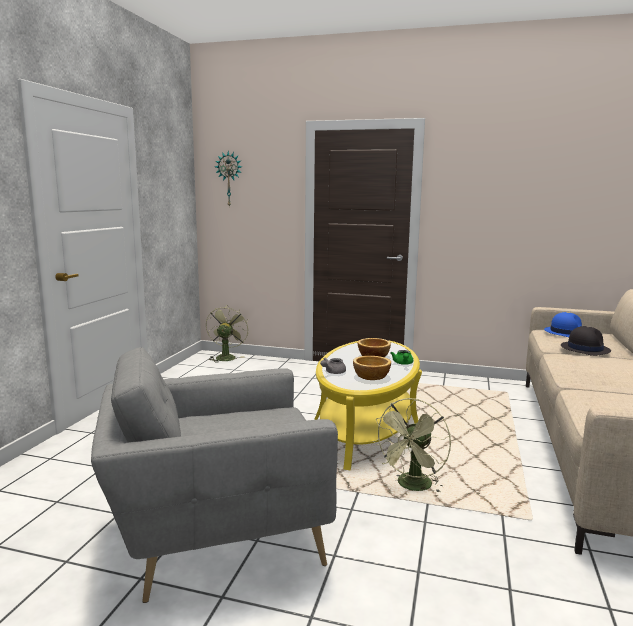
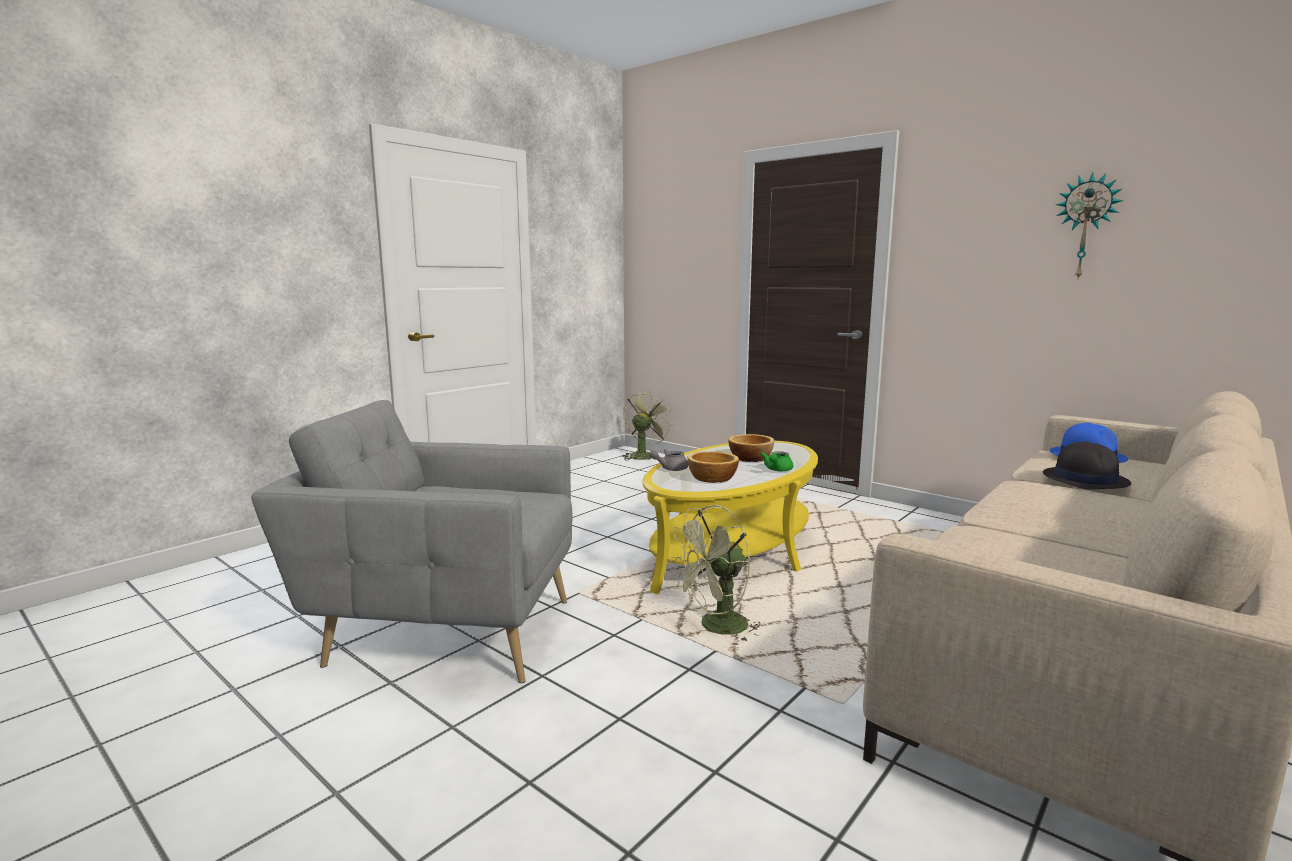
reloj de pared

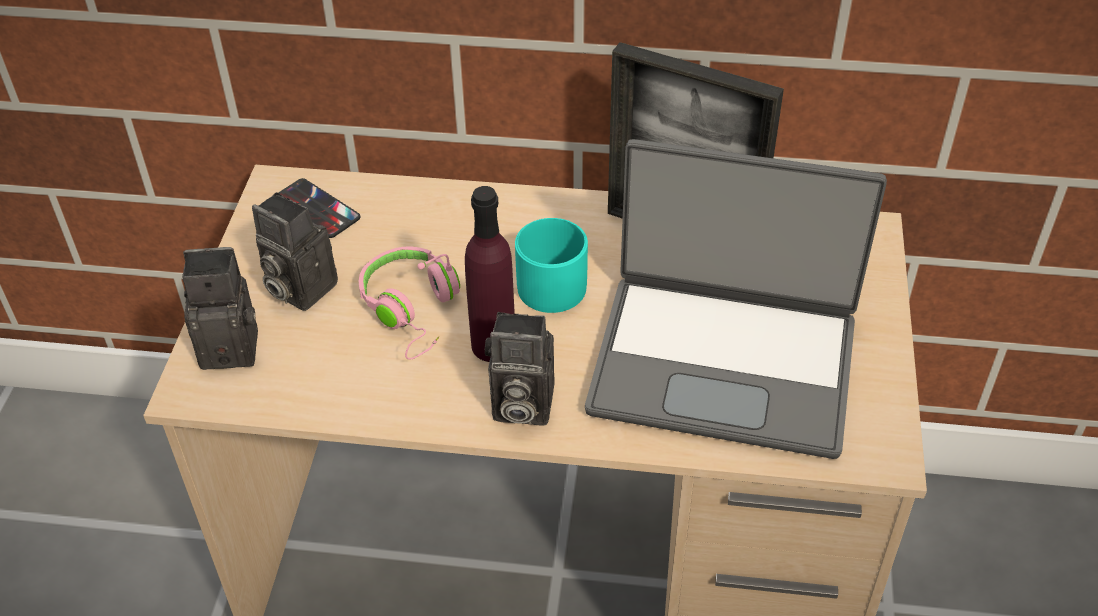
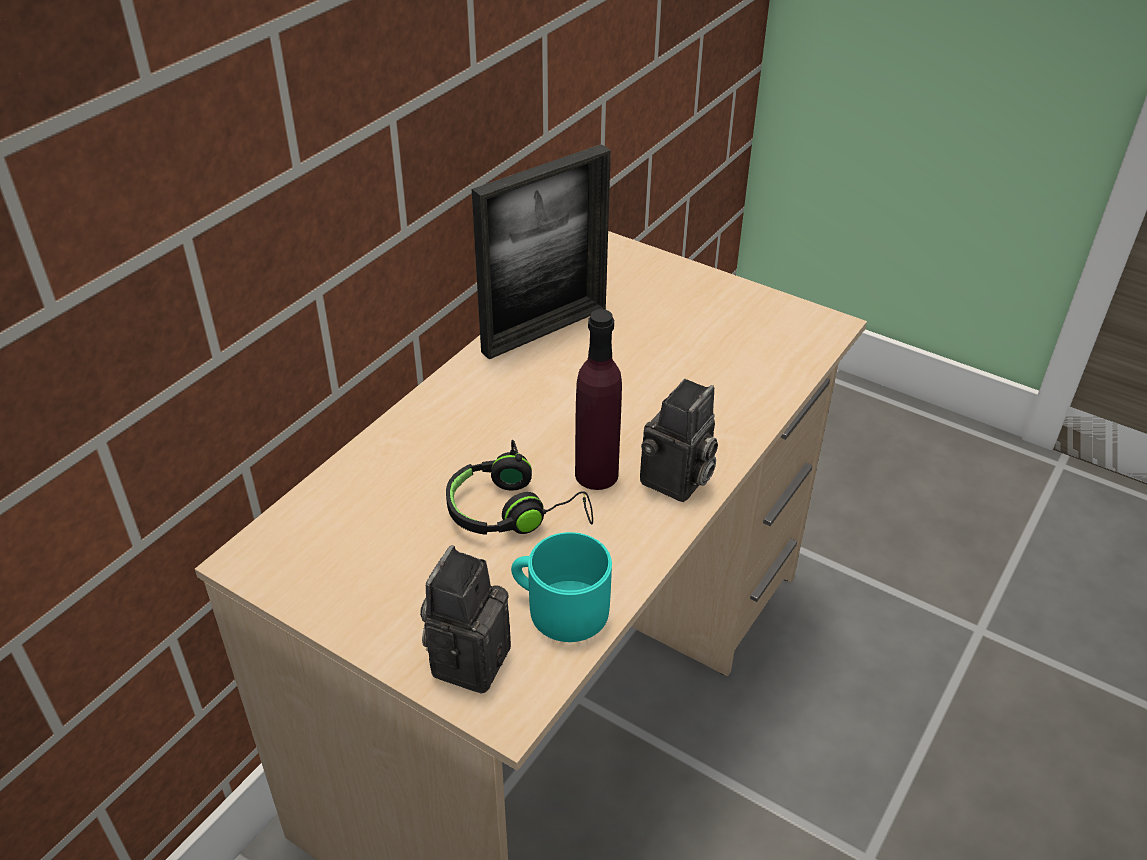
portátil
móvil
cámara (no. 2 from left in the first image)
taza grande (turquesa)
auriculares (negro)

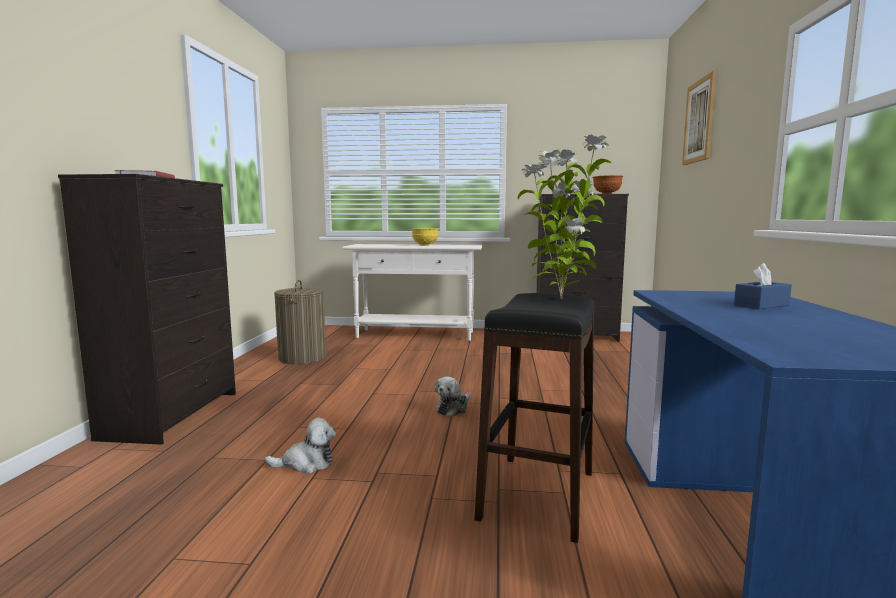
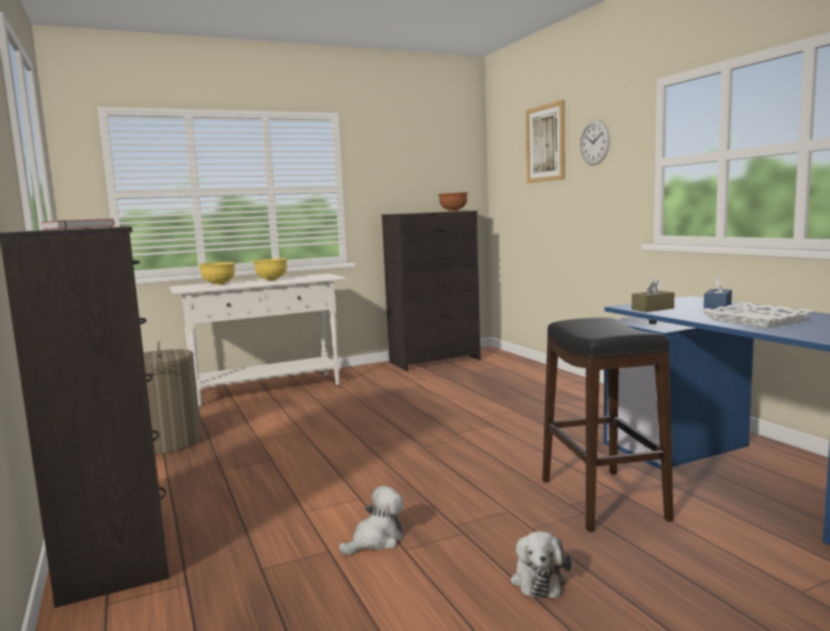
planta en maceta
peluche (no. 2 from left)
reloj de pared
cuenco (amarillo) (no. 1 from left)
caja de pañuelos (marrón)
bandeja (blanco)

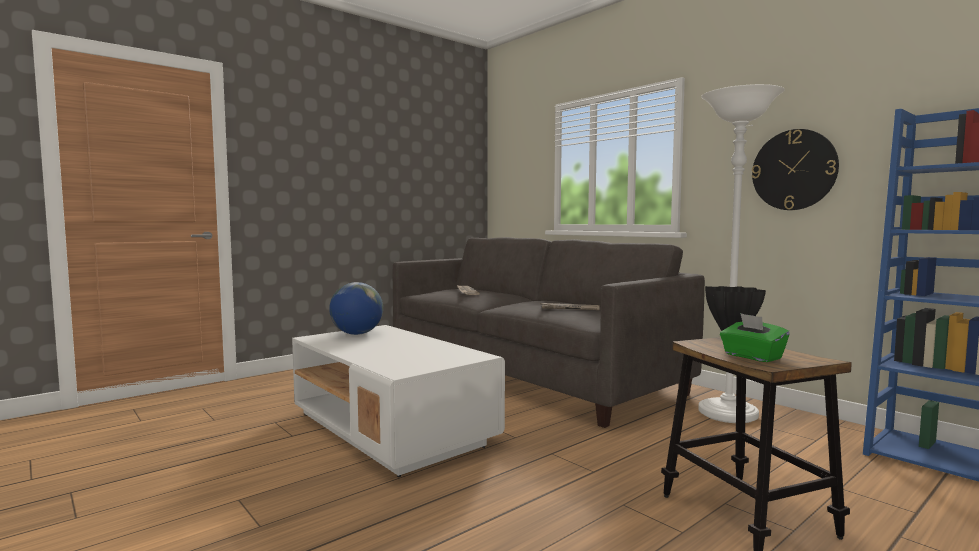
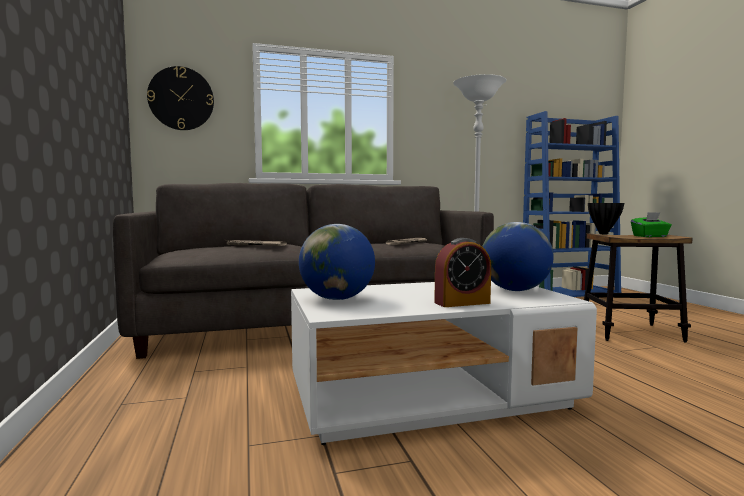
reloj de pared
globo terráqueo (no. 2 from left)
despertador

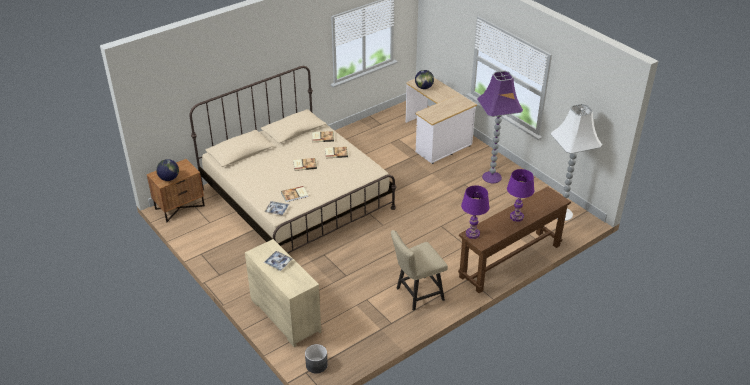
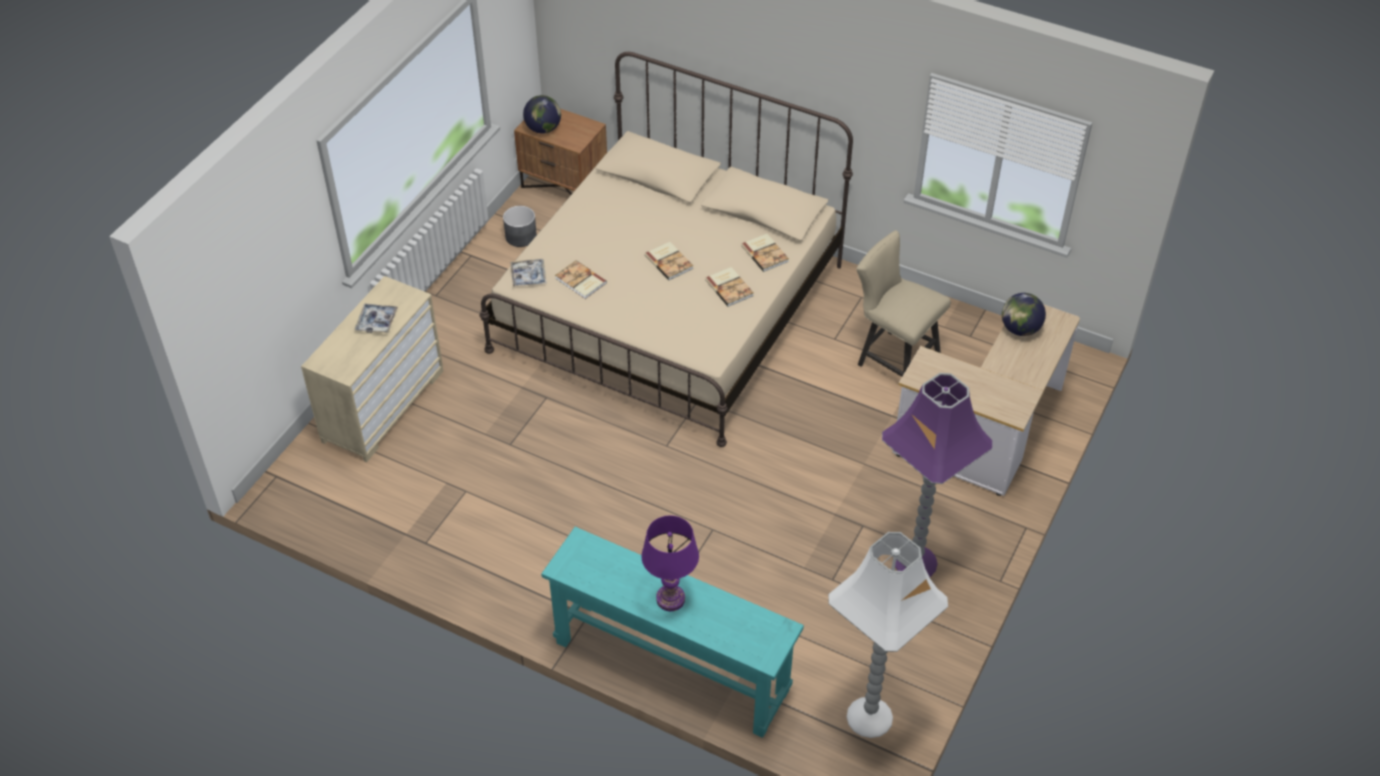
lámpara de mesa (morado) (no. 1 from left in the first image)
mesa consola (turquesa)
silla (beis)
maceta (gris)

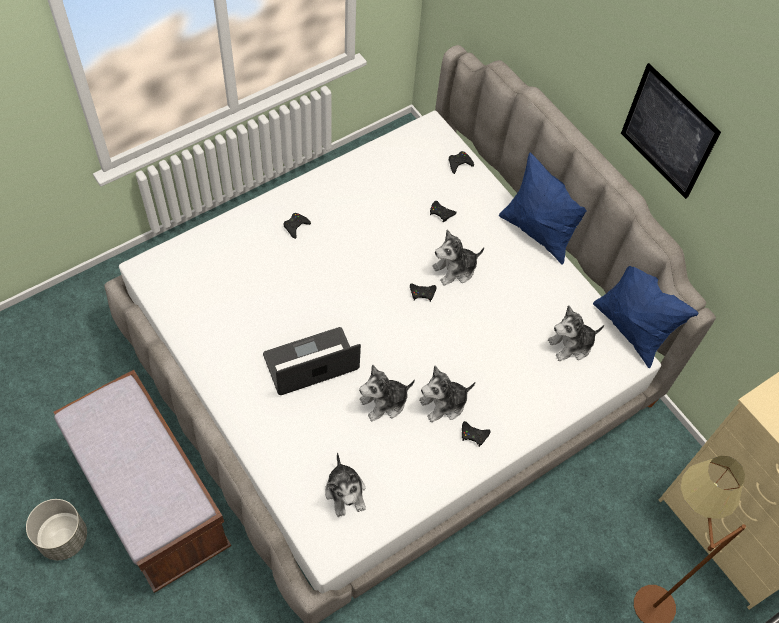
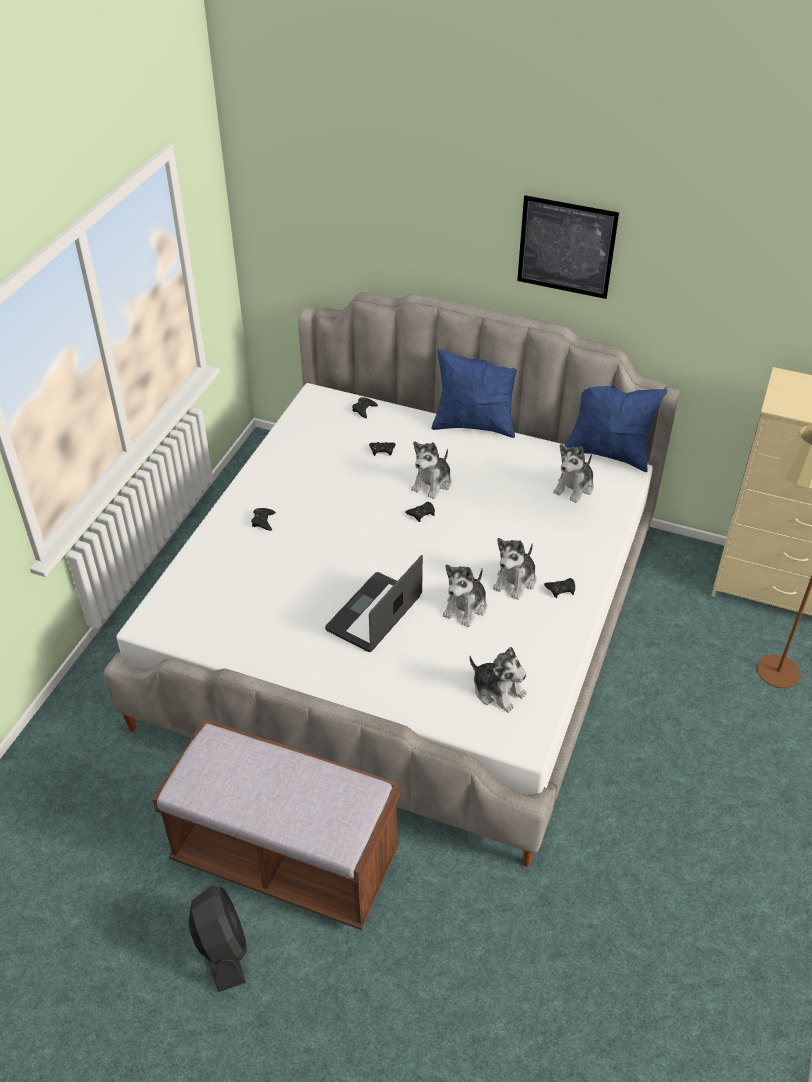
ventilador (negro)

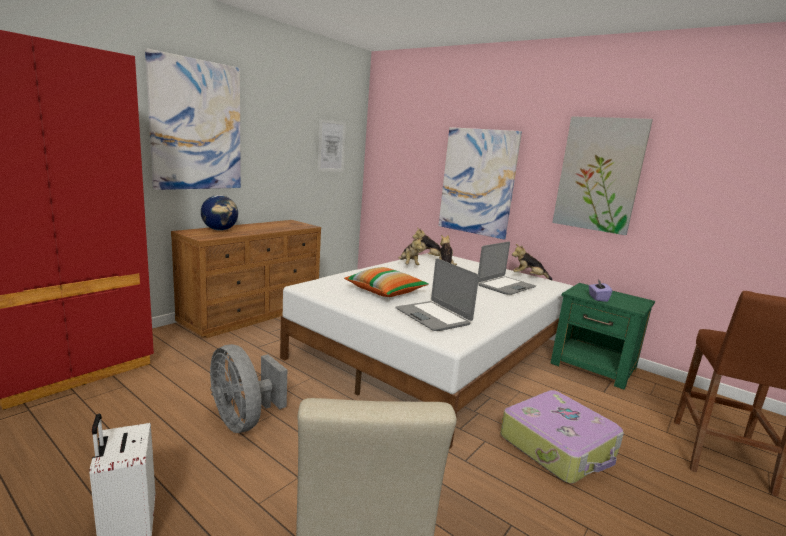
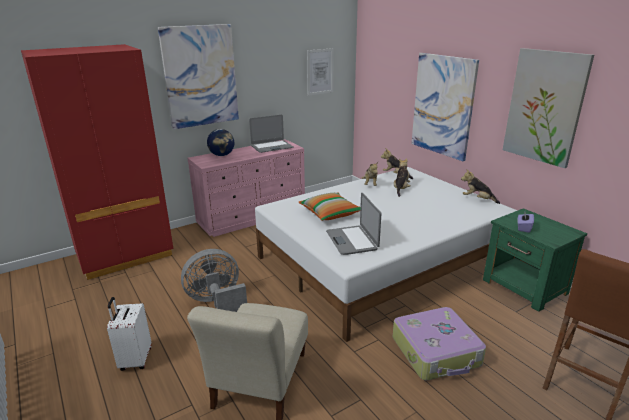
cómoda (rosa)
portátil (no. 1 from left)
ventilador (gris)

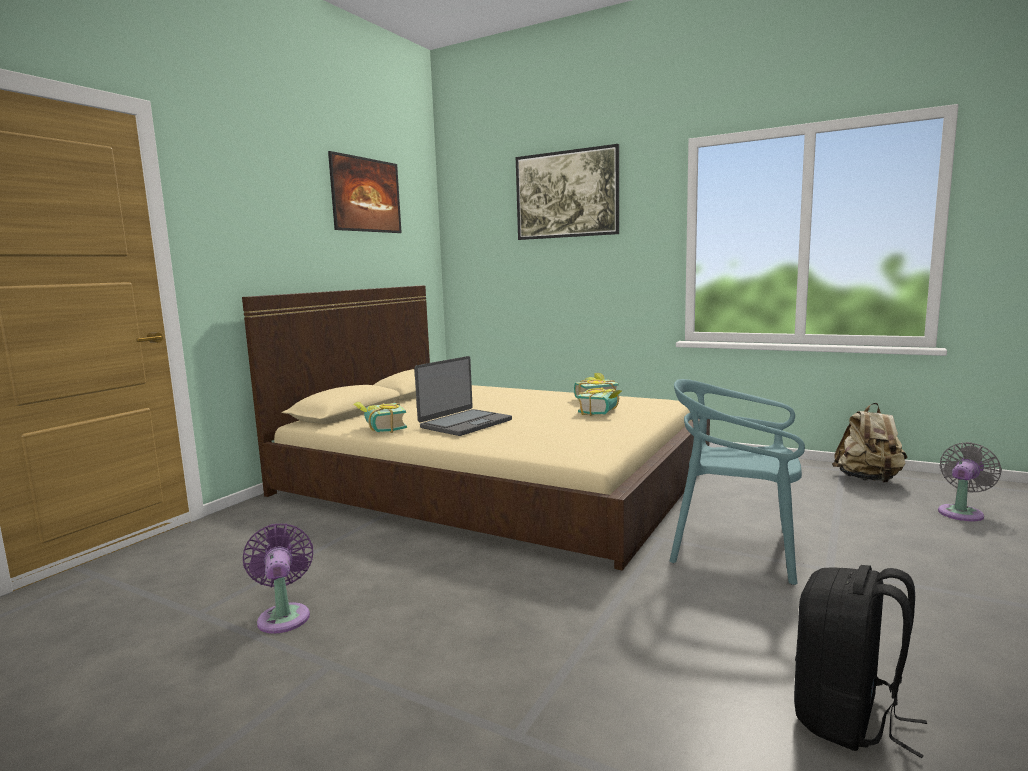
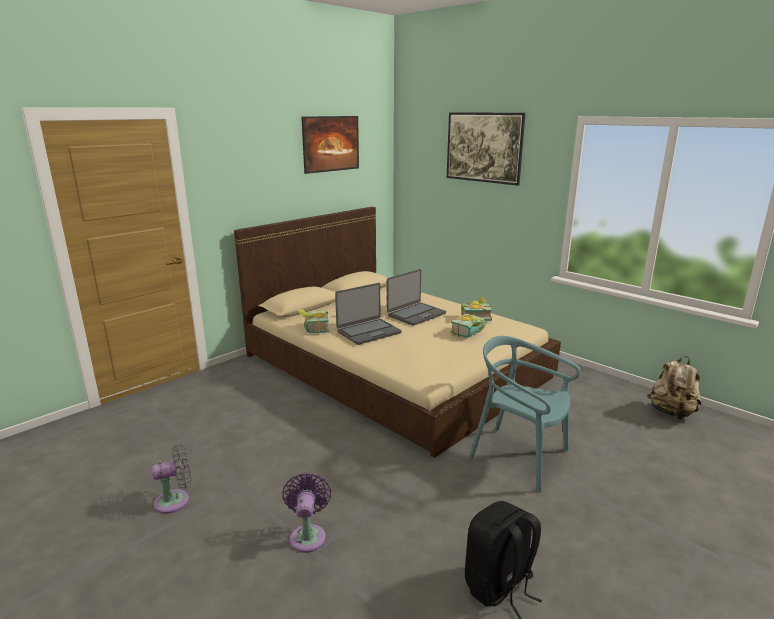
ventilador (gris)
ventilador (morado)
portátil (no. 2 from left)

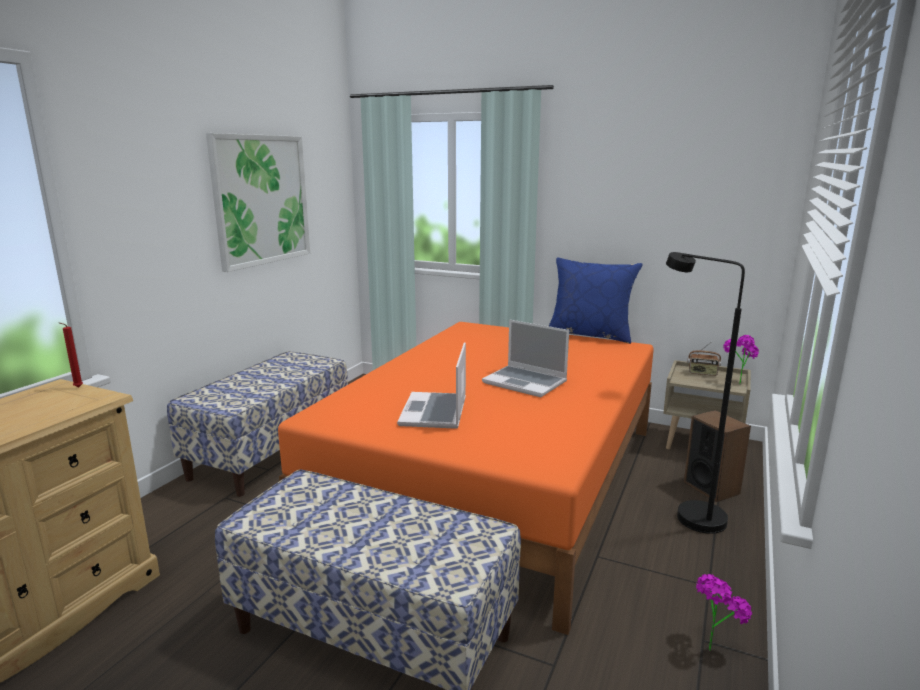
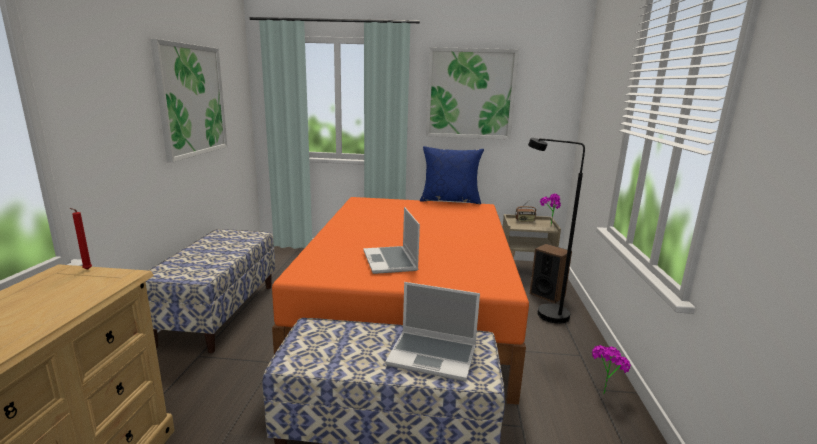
portátil (no. 2 from left)
cuadro (no. 2 from left)

